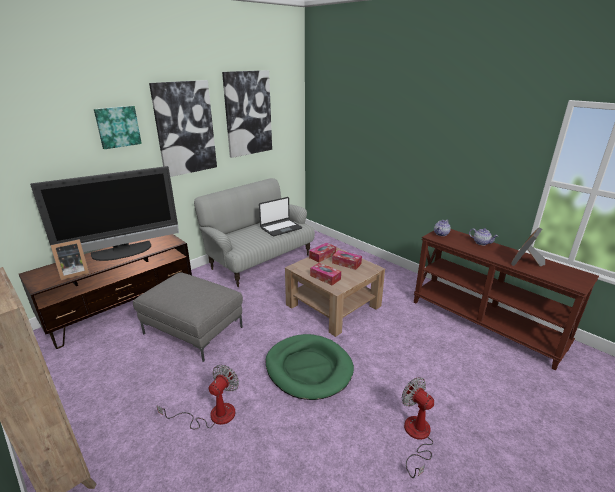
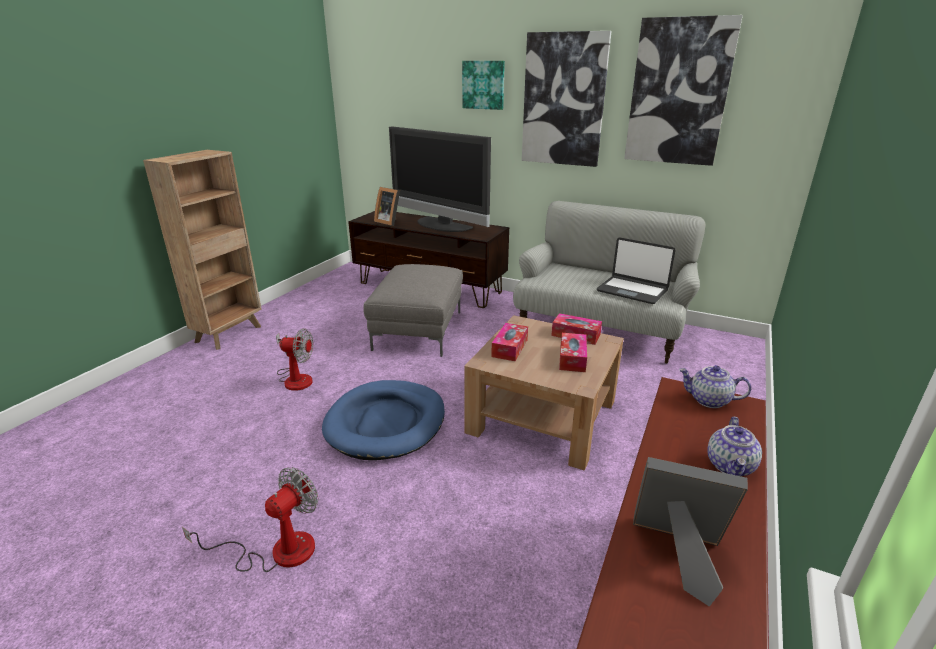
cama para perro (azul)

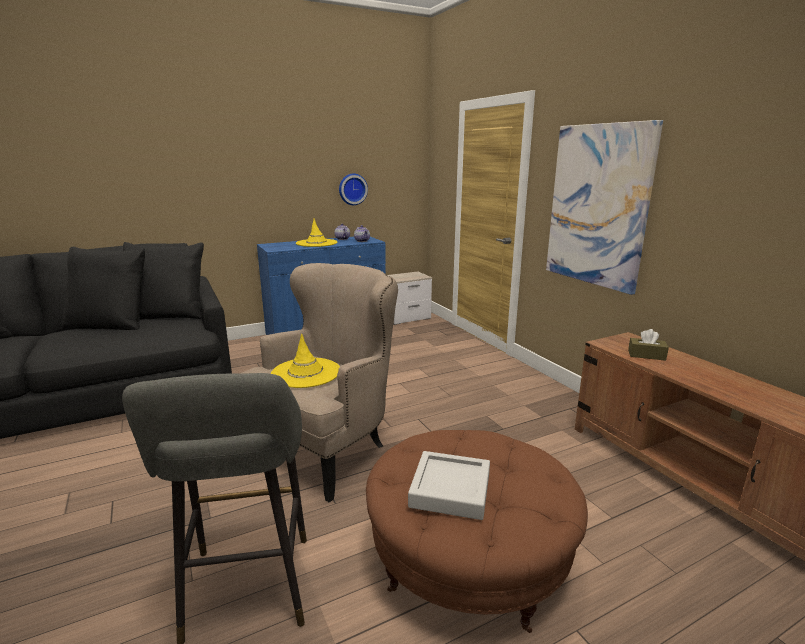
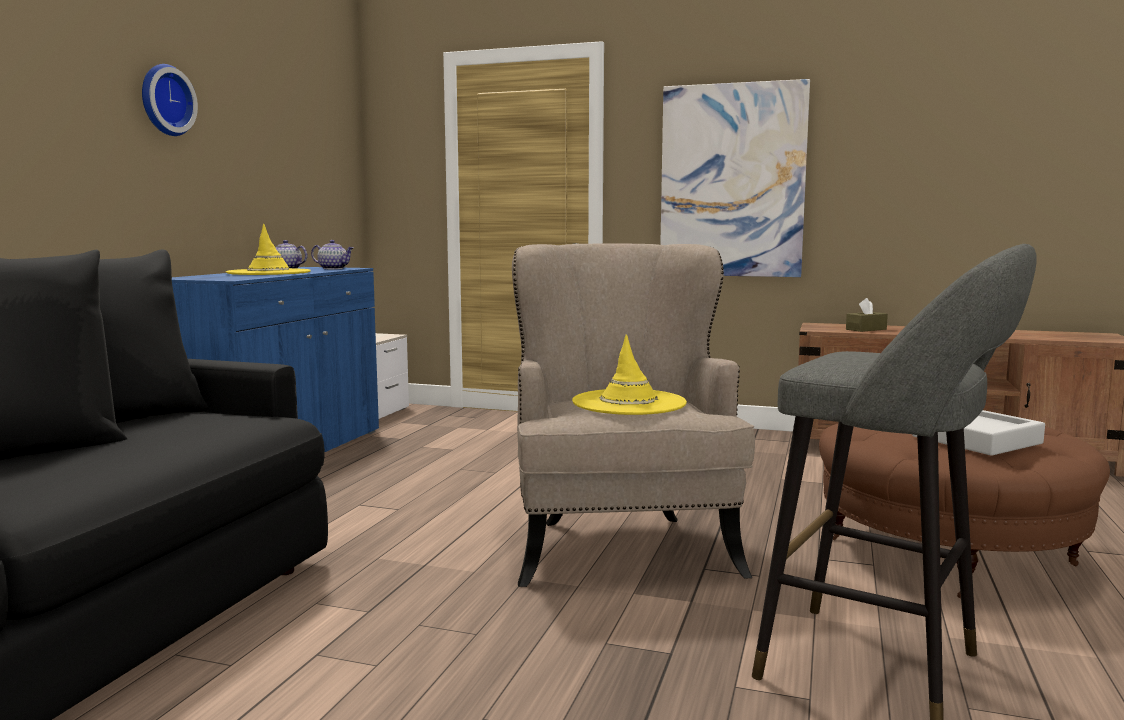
reloj de pared

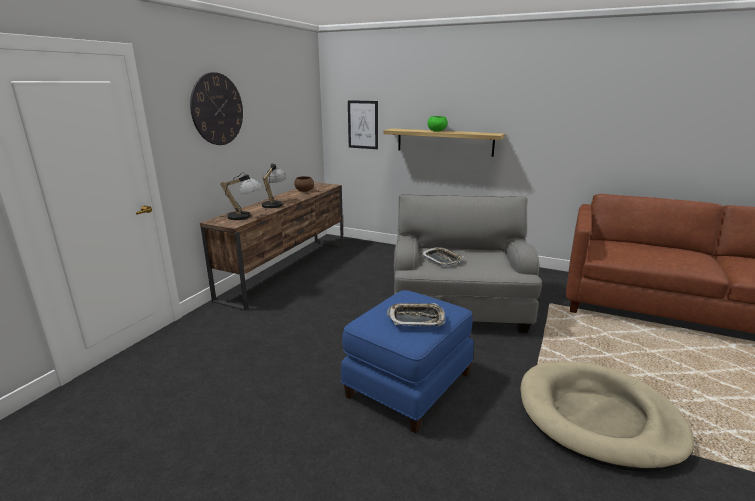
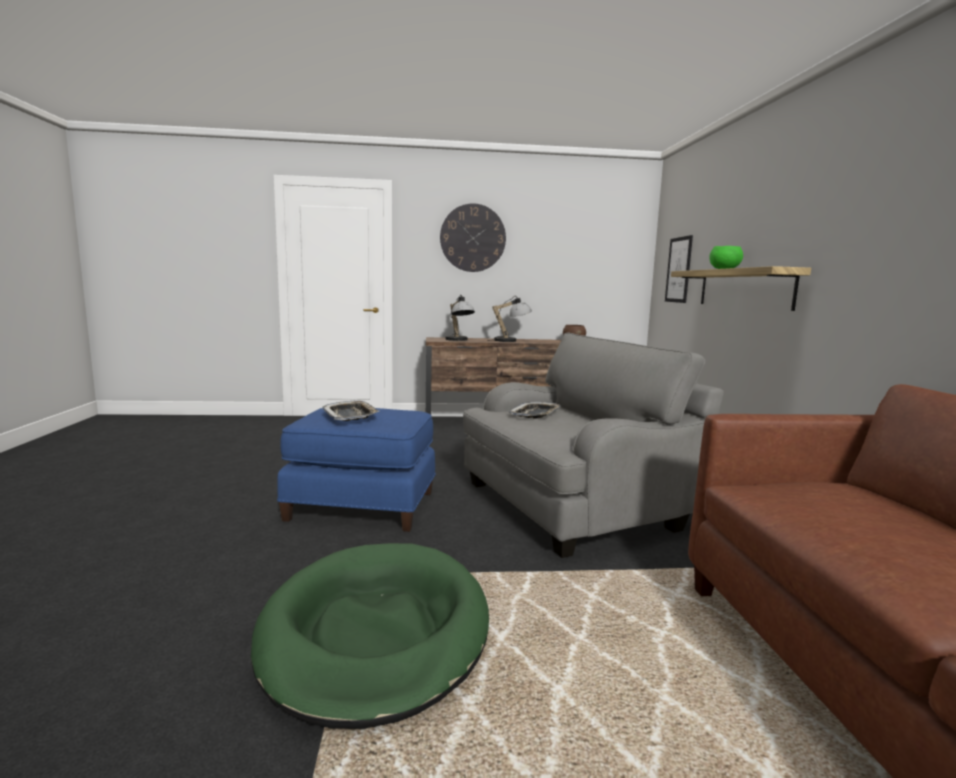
cama para perro (verde)

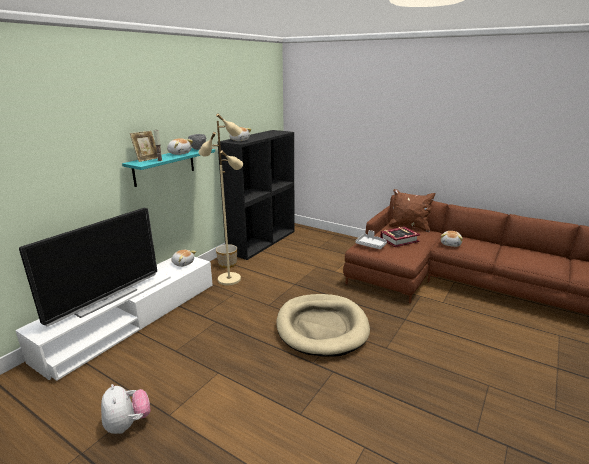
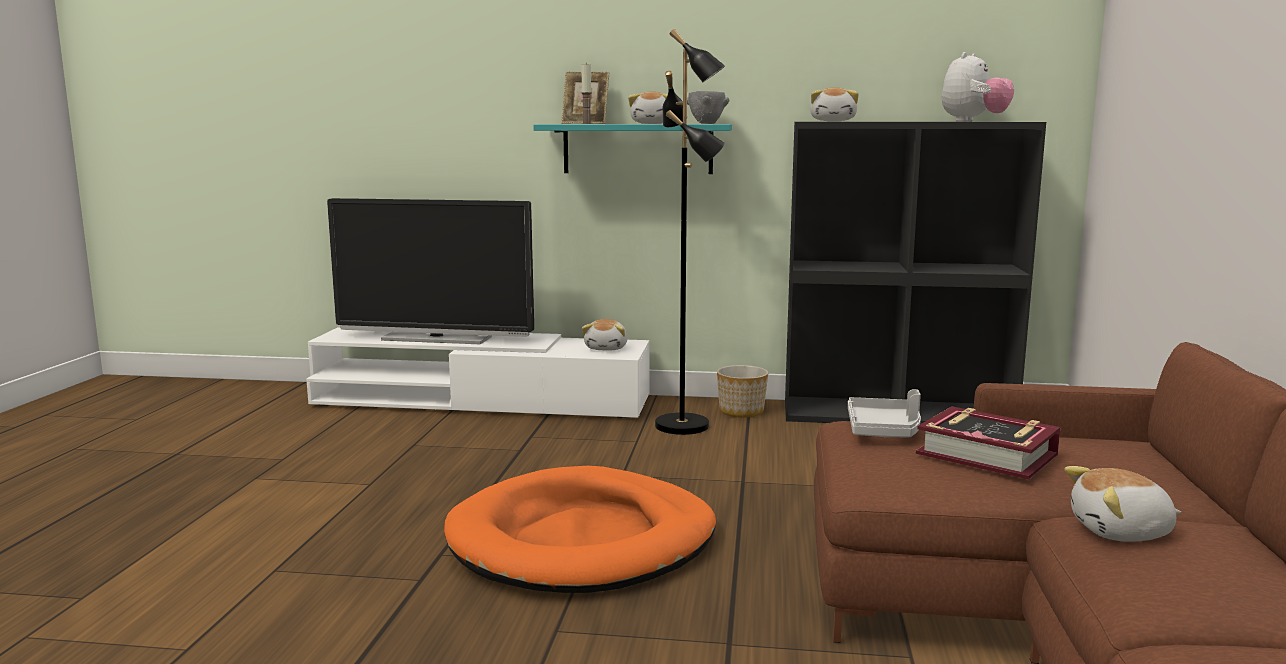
lámpara de pie (negro)
cojín (marrón)
cama para perro (naranja)
peluche (no. 4 from left)

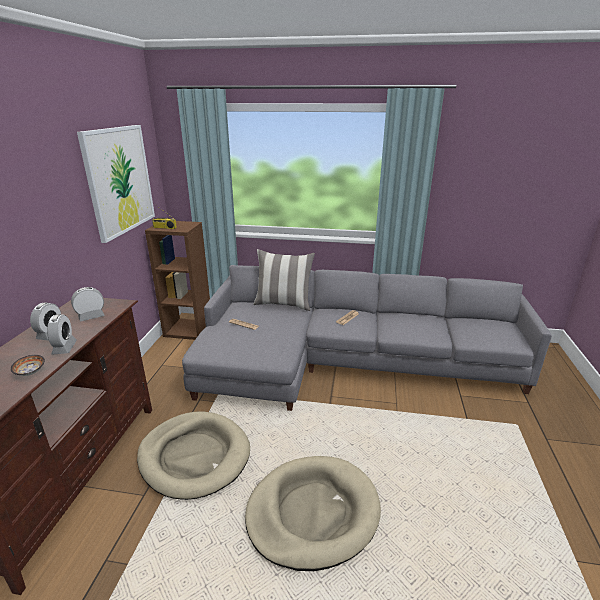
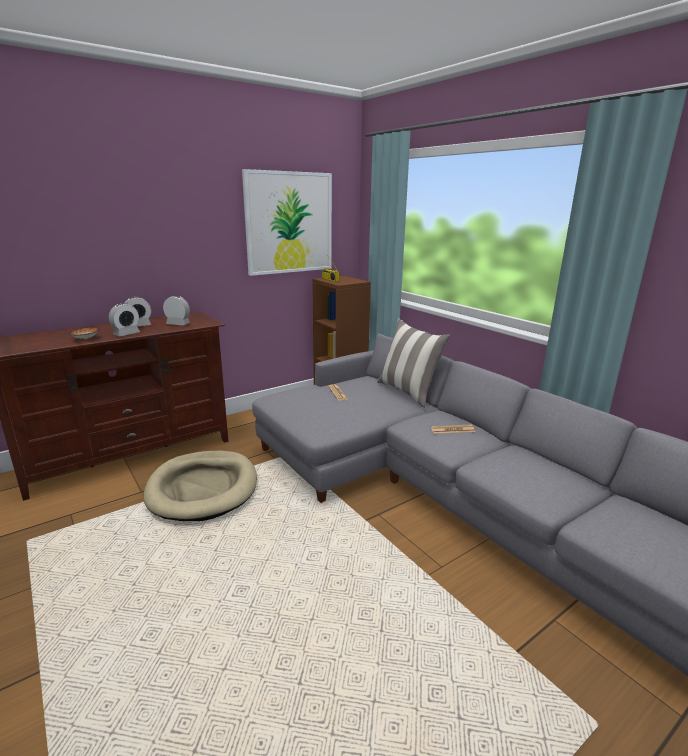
cama para perro (beis) (no. 2 from left in the first image)

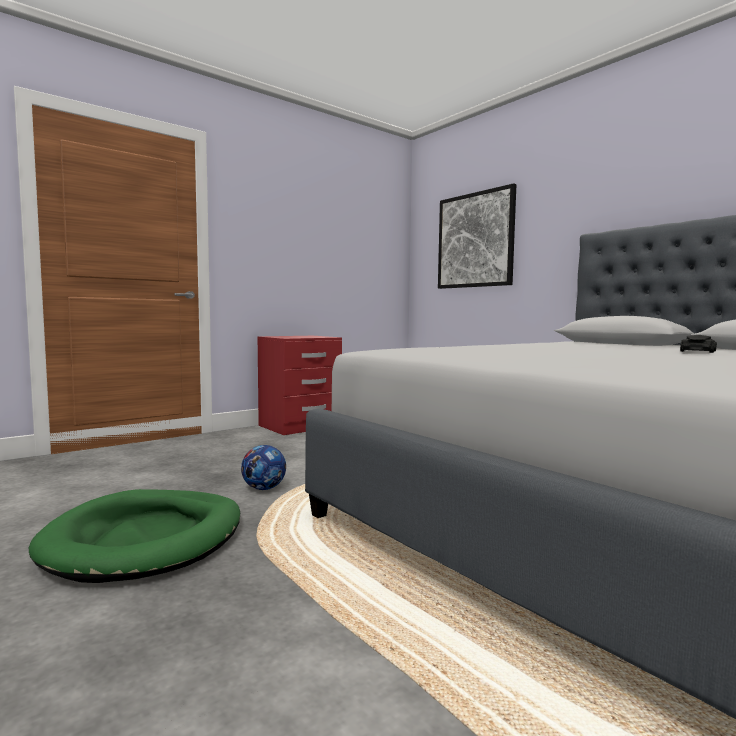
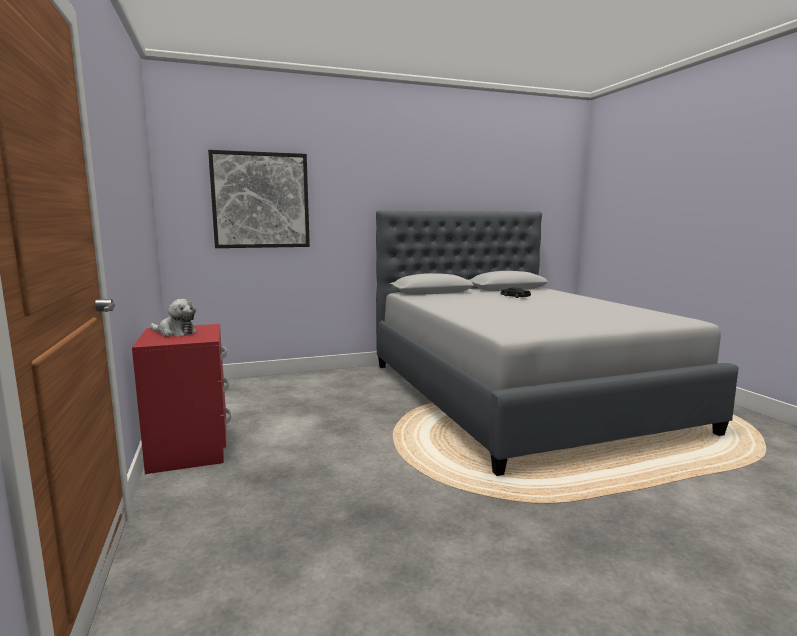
balón de fútbol
cama para perro (verde)
peluche

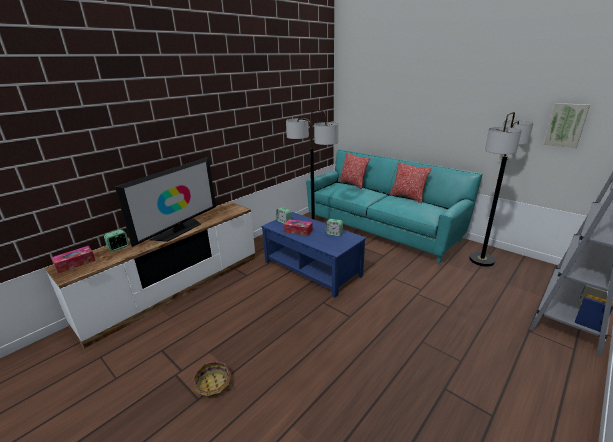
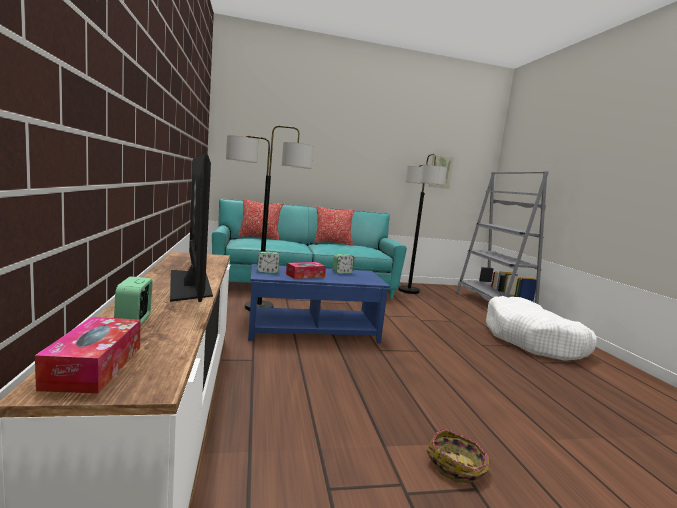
cama para perro (blanco)

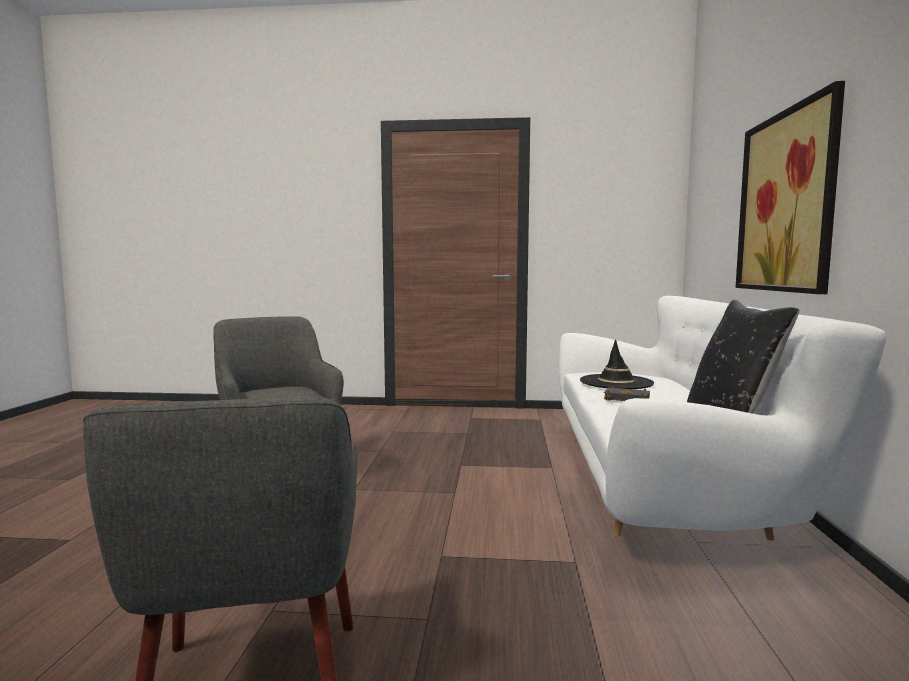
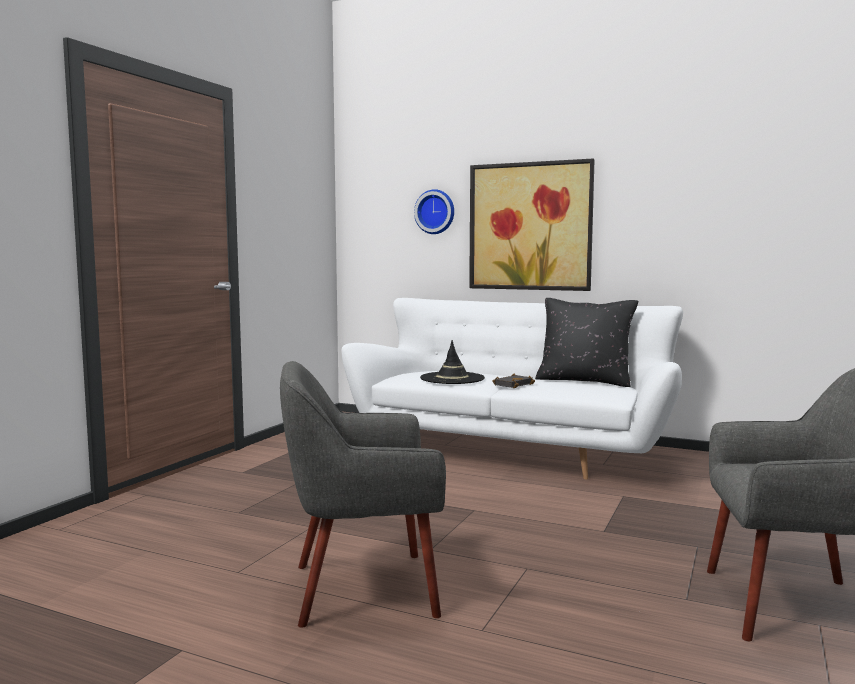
reloj de pared

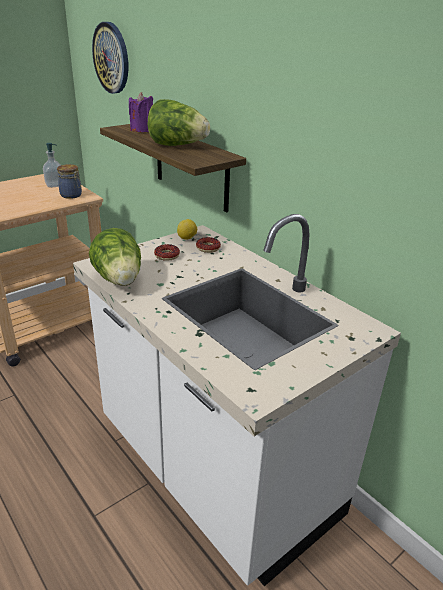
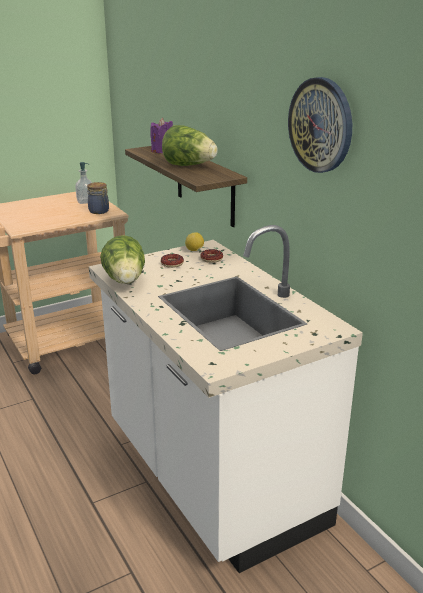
reloj de pared

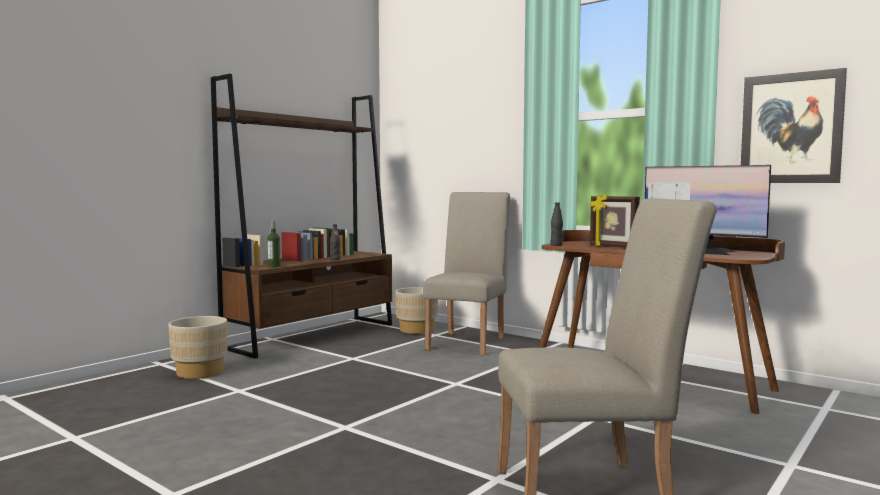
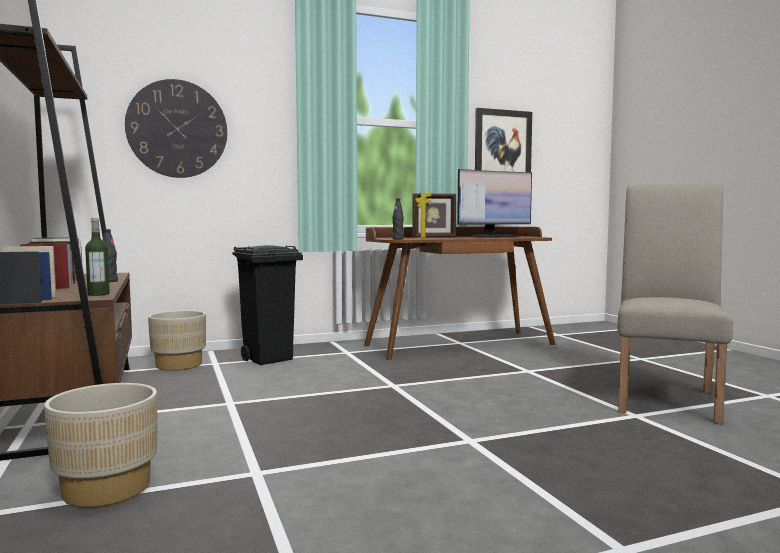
papelera (negro)
reloj de pared

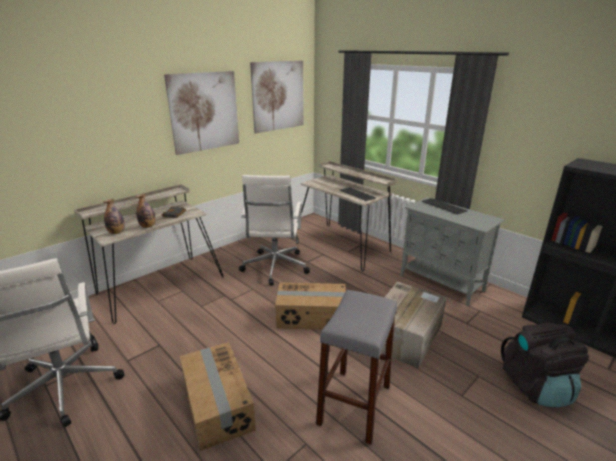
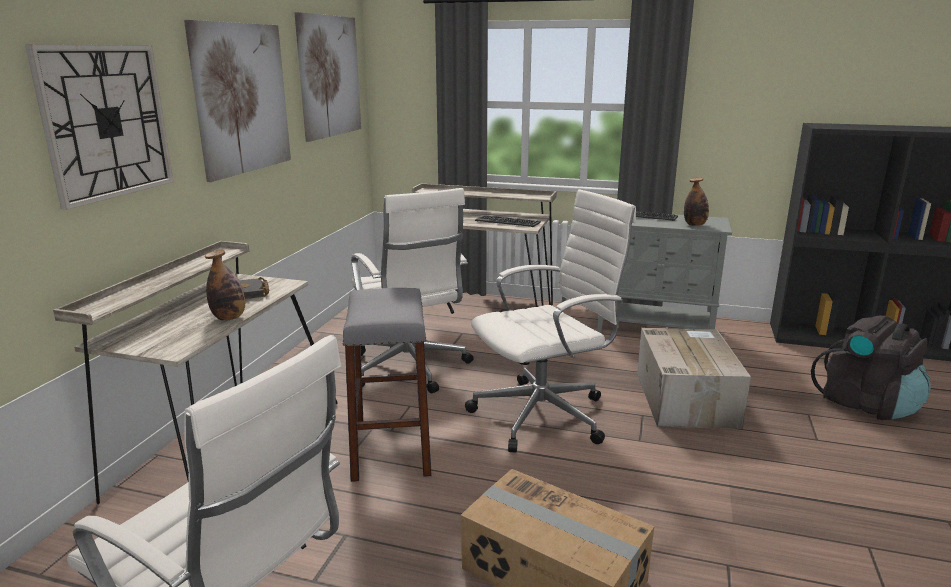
botella (no. 2 from left)
silla de oficina (blanco) (no. 3 from left)
taburete (gris)
reloj de pared

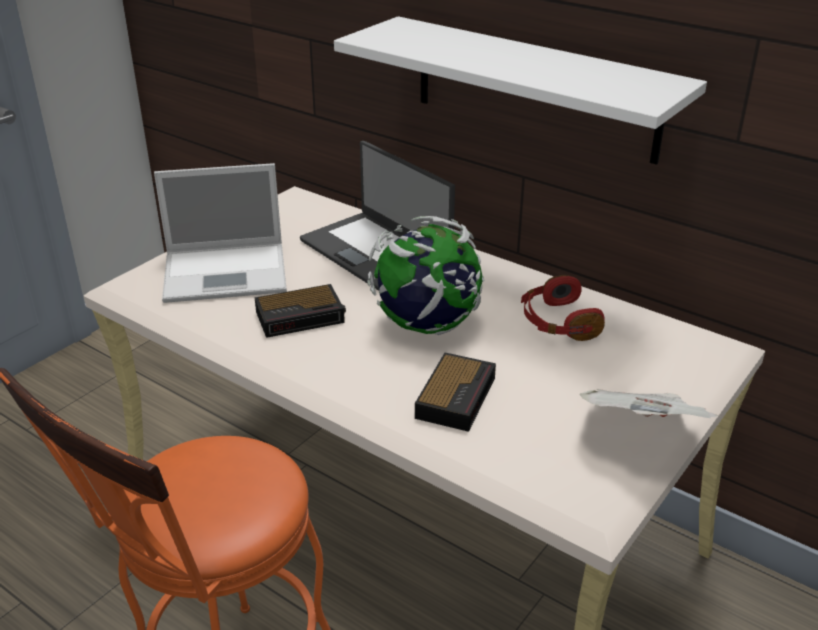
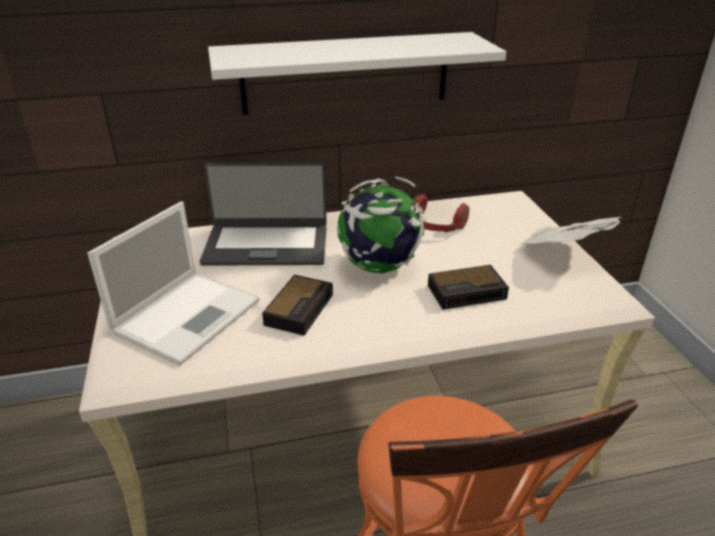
despertador (no. 2 from left)

